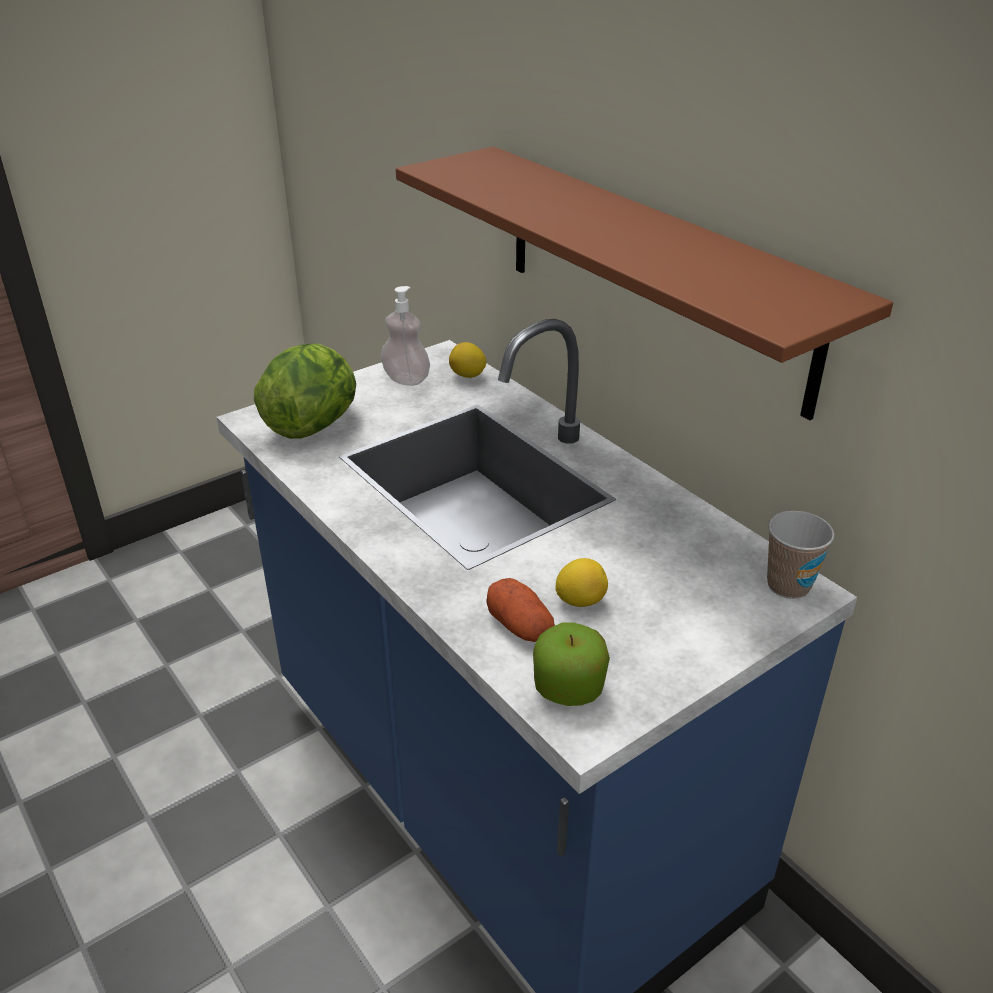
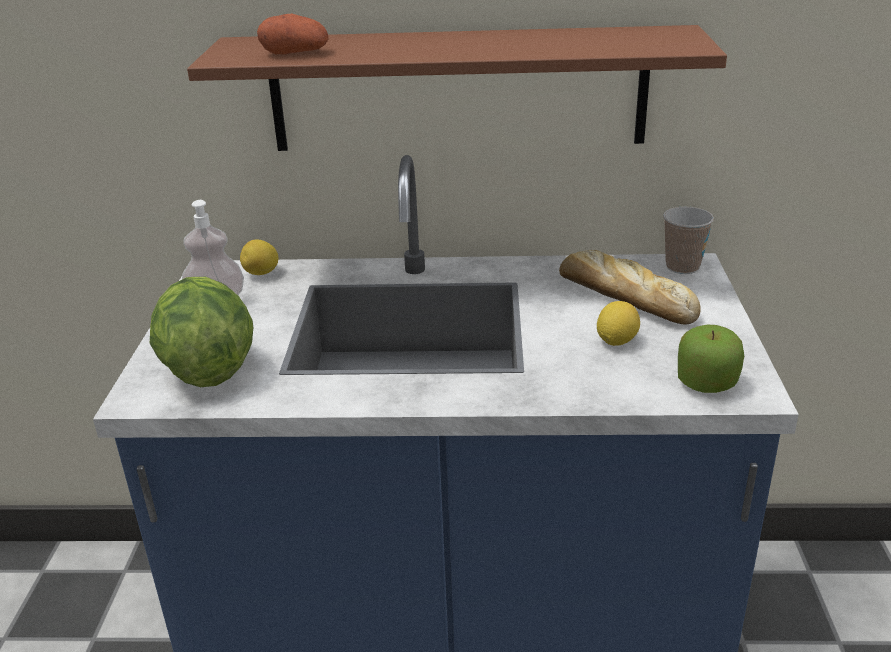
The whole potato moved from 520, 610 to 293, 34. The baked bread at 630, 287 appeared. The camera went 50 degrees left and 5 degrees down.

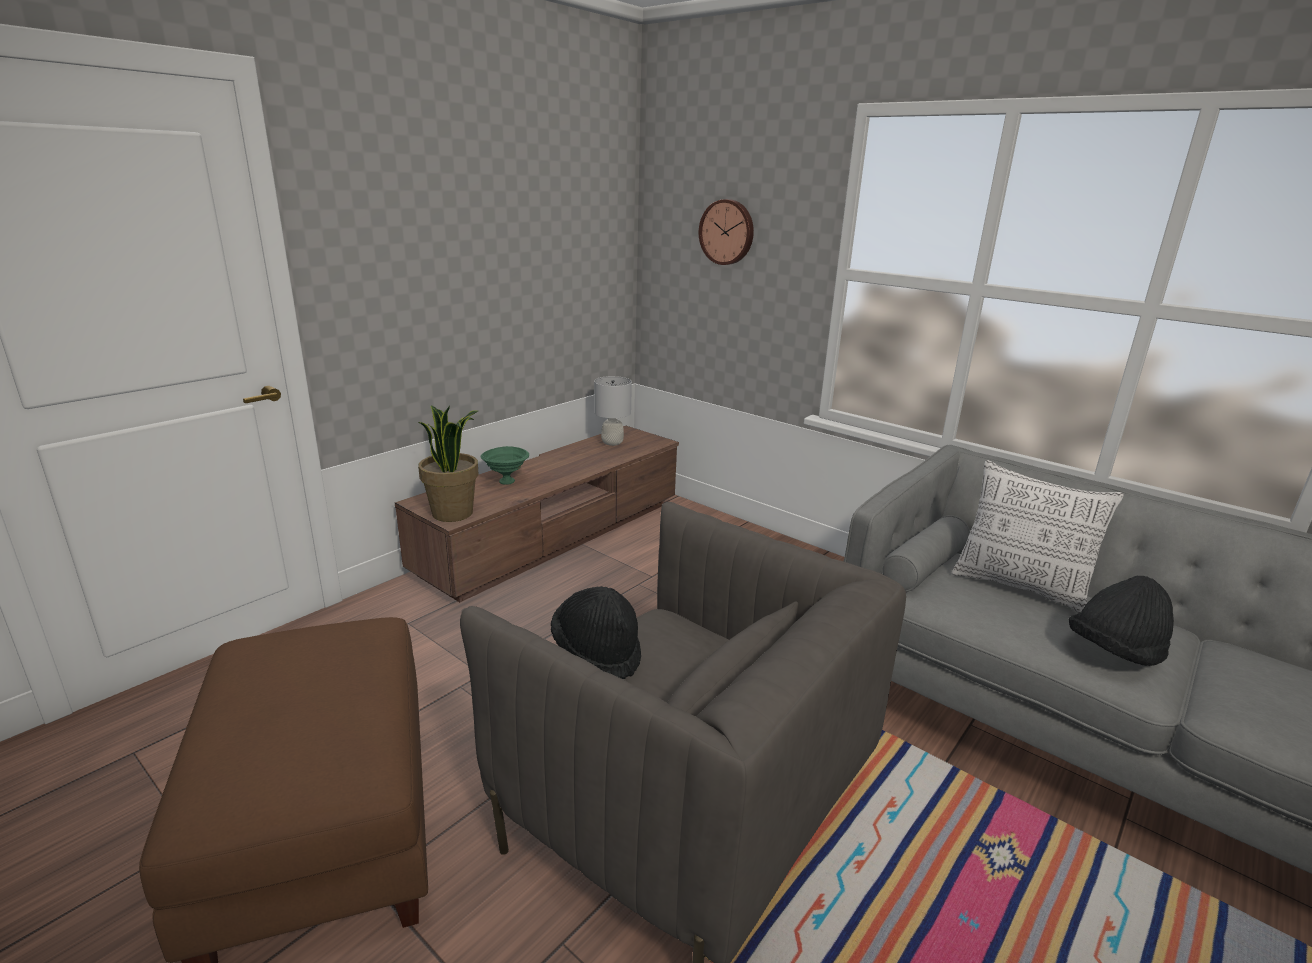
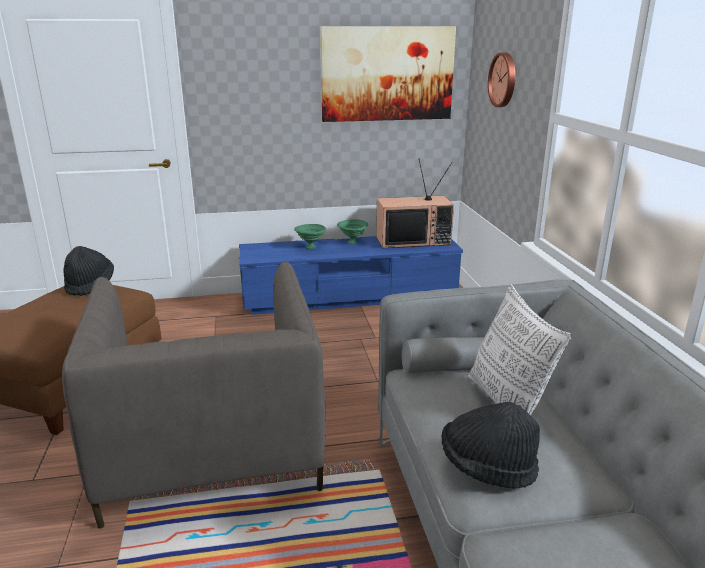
The clothing hat/black-coloured moved from 596, 632 to 88, 271. The tv stand/brown at 537, 514 became the tv stand/bluish at 351, 275. The wall art at 388, 74 appeared. The serving bowl/greenish at 352, 232 appeared. The lamp for a table/gray at 613, 411 was replaced by the TV at 415, 203. The plant in a pot at 448, 463 disappeared. The camera went 40 degrees right and 0 degrees up.

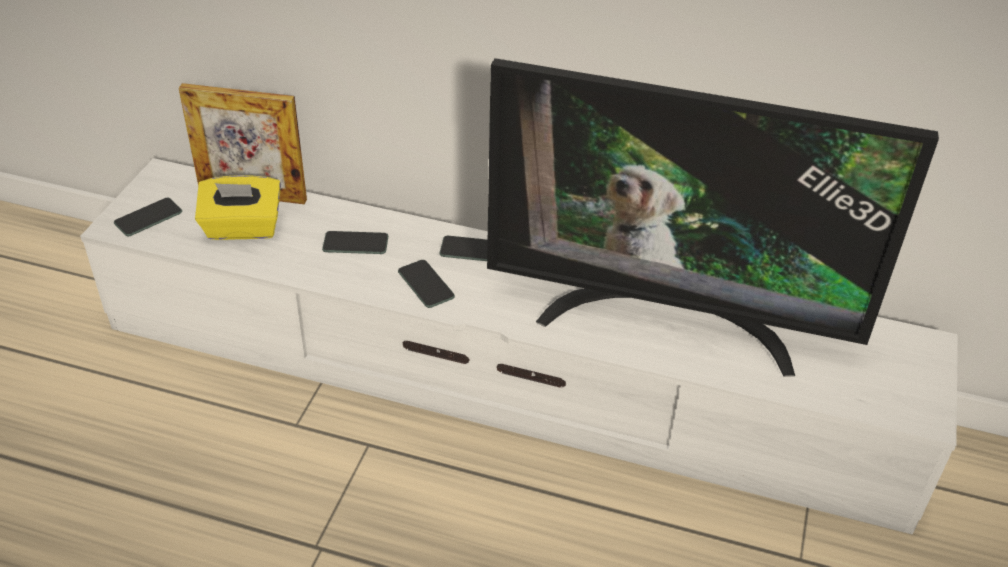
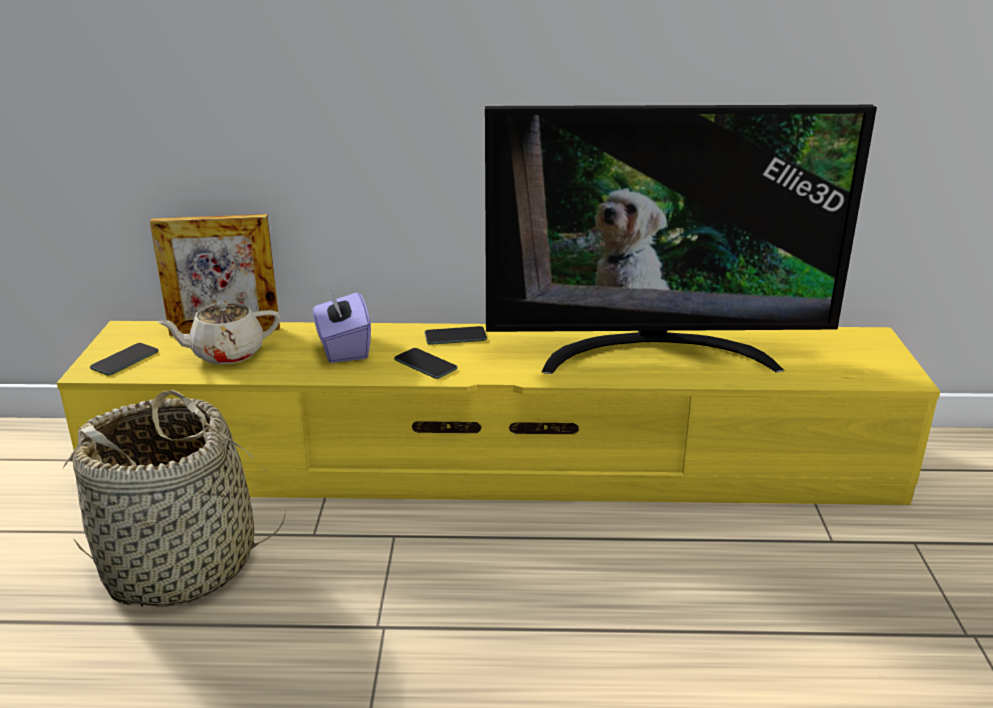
The tv stand/white-coloured at 519, 346 became the tv stand/yellowish at 499, 413. The basket at 174, 498 appeared. The tissue holder/yellowish at 238, 207 was replaced by the teapot/beige at 218, 332. The handset at 355, 242 was replaced by the tissue holder/purple-coloured at 342, 325. The camera went 15 degrees left and 15 degrees down.

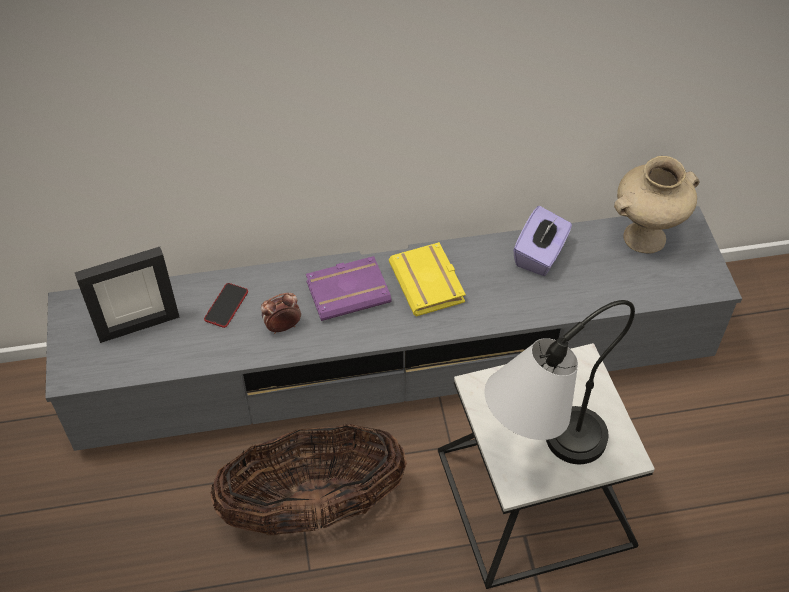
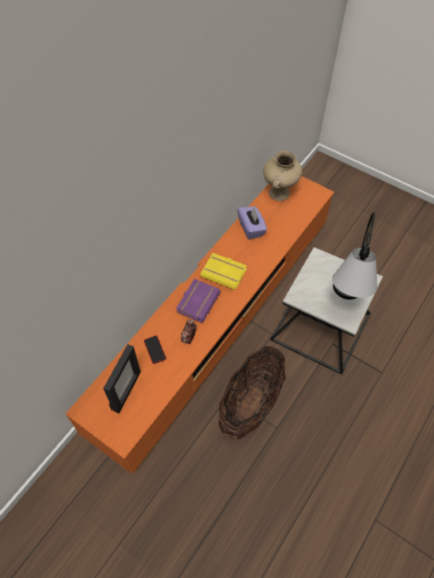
The tv stand/gray at 393, 328 became the tv stand/orangey at 199, 324. The camera went 45 degrees left and 5 degrees up.

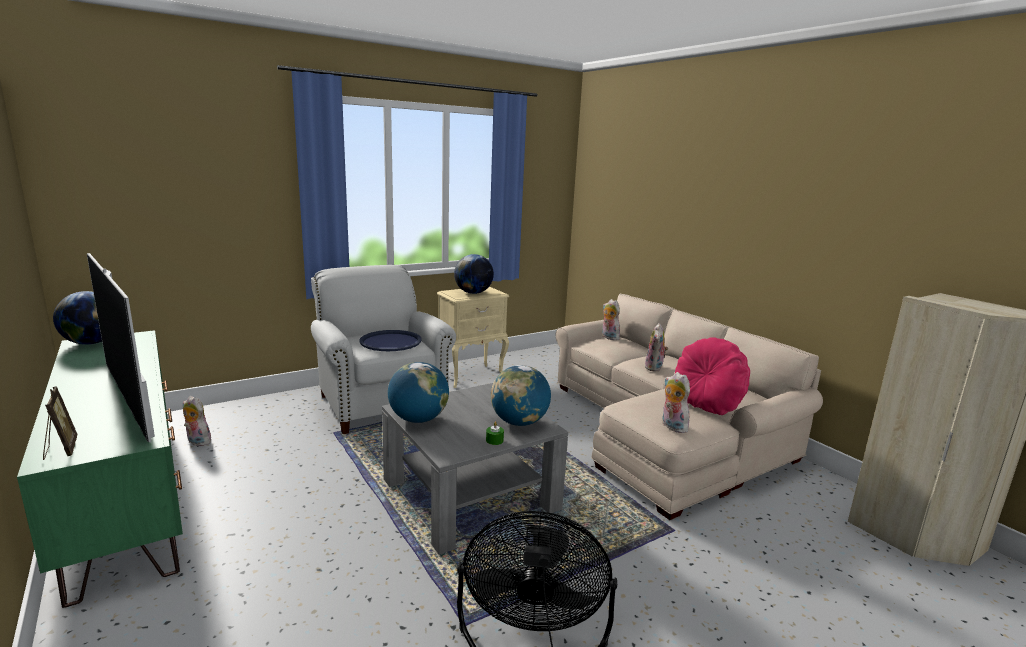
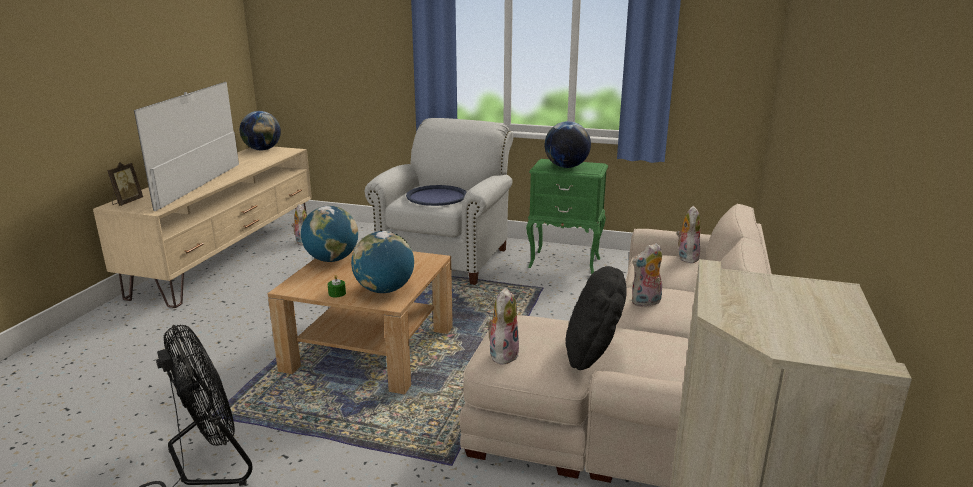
The tv stand/greenish at 100, 469 became the tv stand/beige at 202, 227. The low table/gray at 475, 469 became the low table/brown at 360, 320. The nightstand/beige at 473, 337 became the nightstand/greenish at 567, 216. The pillow/pinkish at 712, 376 became the pillow/black-coloured at 596, 318. The camera went 50 degrees right and 5 degrees up.

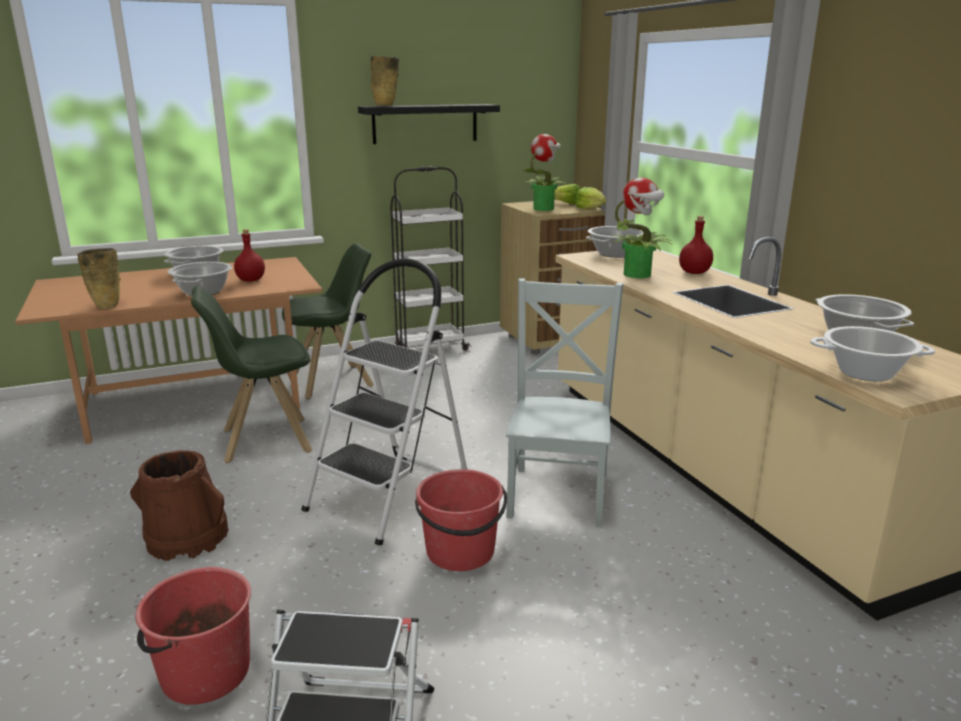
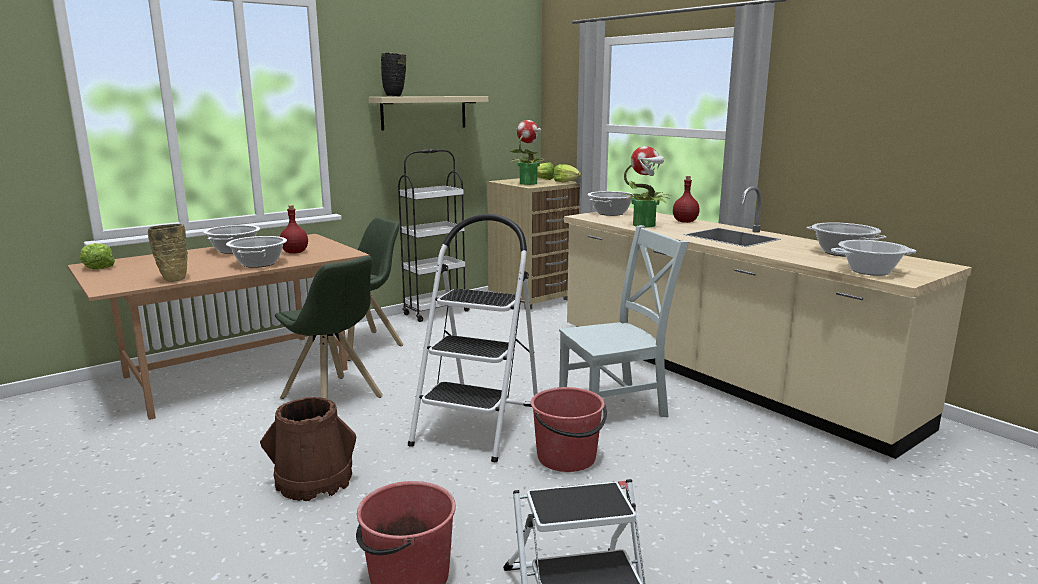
The lettuce at 97, 256 appeared. The plain chair/greenish at 251, 374 turned 105 degrees counterclockwise. The shelf/black-coloured at 429, 124 became the shelf/beige at 428, 113. The decorative vase/beige at 385, 81 became the decorative vase/black-coloured at 393, 74. The plain chair/gray at 564, 402 turned 75 degrees clockwise. The camera went 15 degrees left and 5 degrees down.

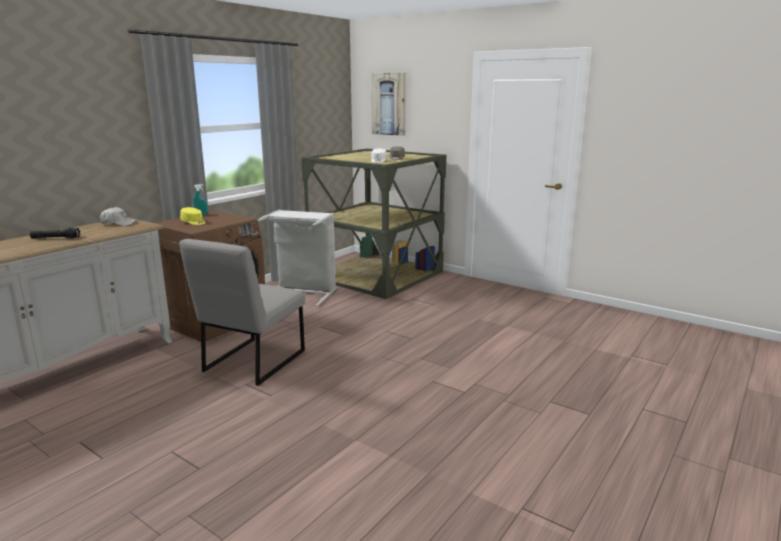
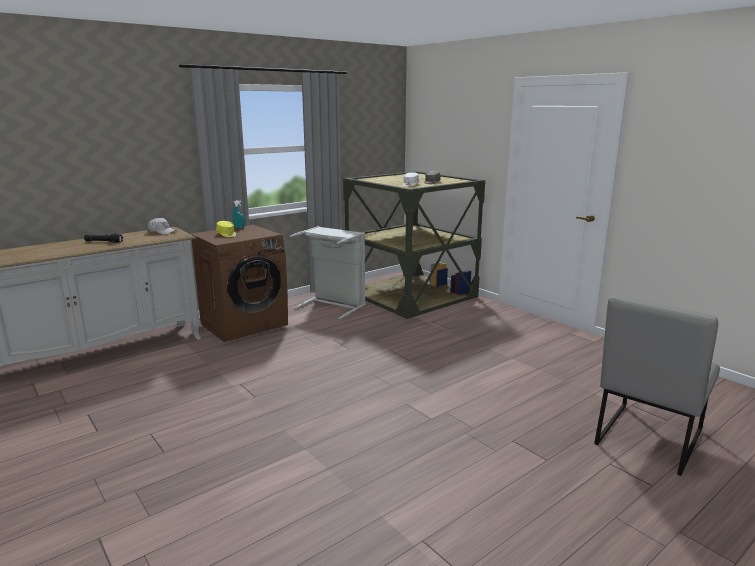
The plain chair/gray moved from 242, 312 to 657, 386. The wall art at 388, 104 disappeared. The camera went 15 degrees right and 0 degrees up.

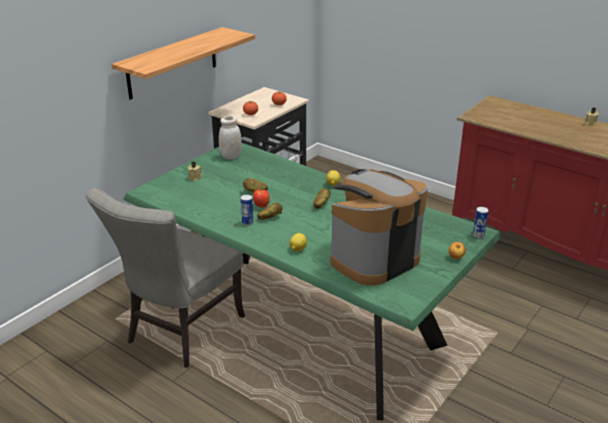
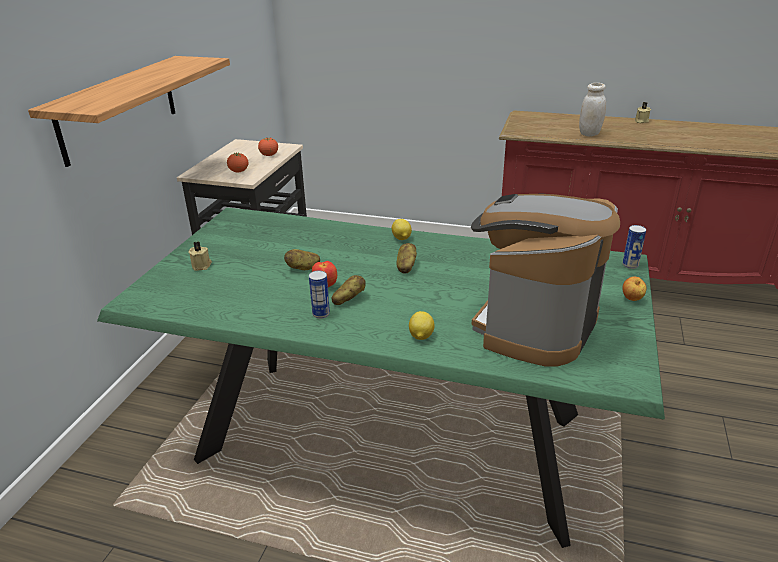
The storage jar/white-coloured moved from 230, 137 to 592, 110. The plain chair/gray at 165, 277 disappeared. The camera went 20 degrees left and 0 degrees up.

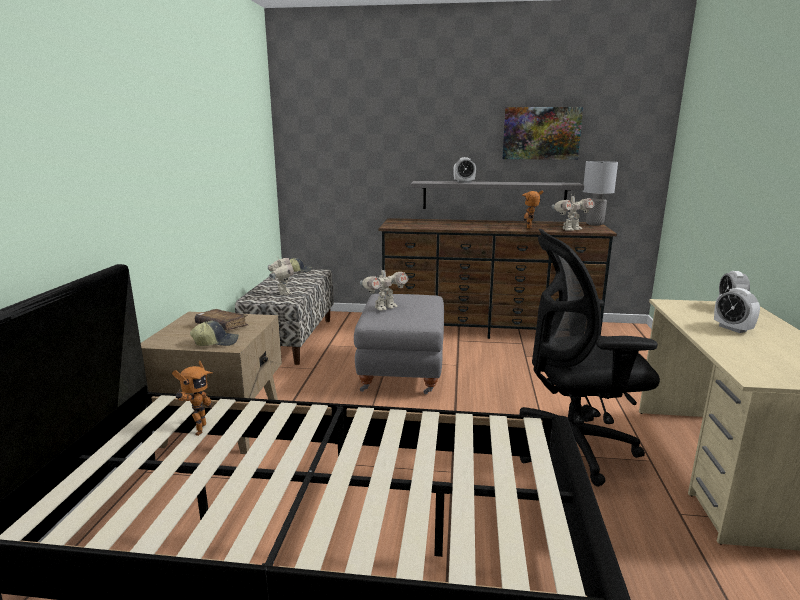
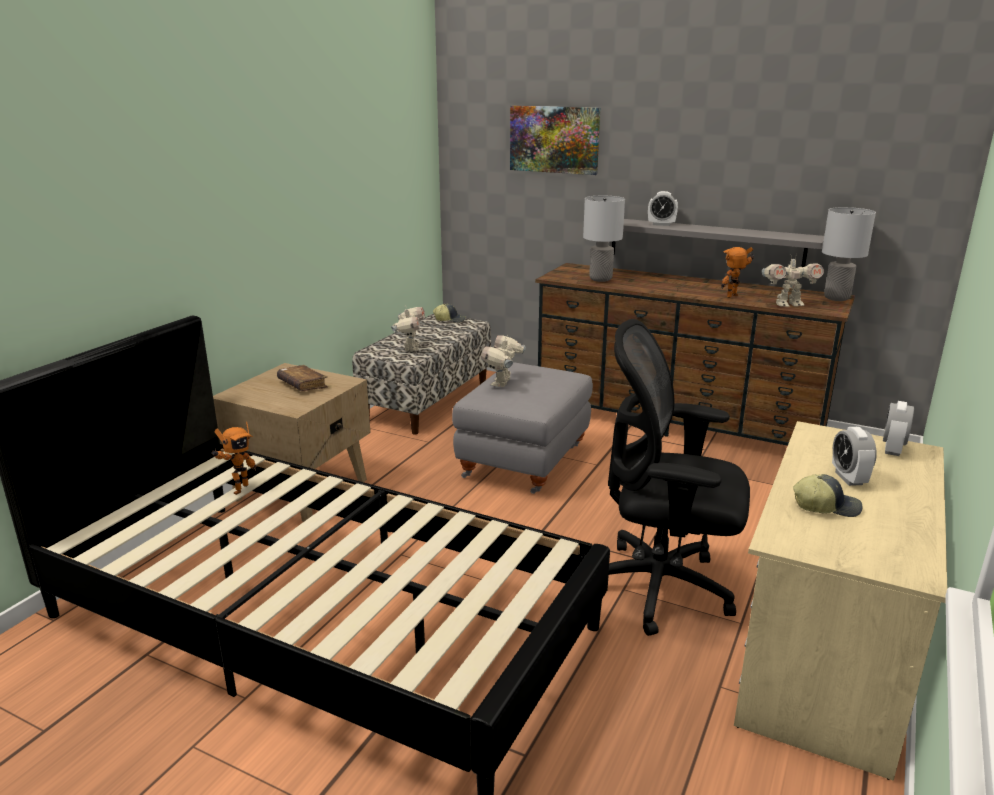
The model robot at 384, 288 turned 120 degrees clockwise. The wall art moved from 542, 133 to 555, 140. The lamp for a table/gray at 604, 239 appeared. The baseball cap moved from 214, 333 to 827, 495. The camera went 20 degrees right and 5 degrees up.

